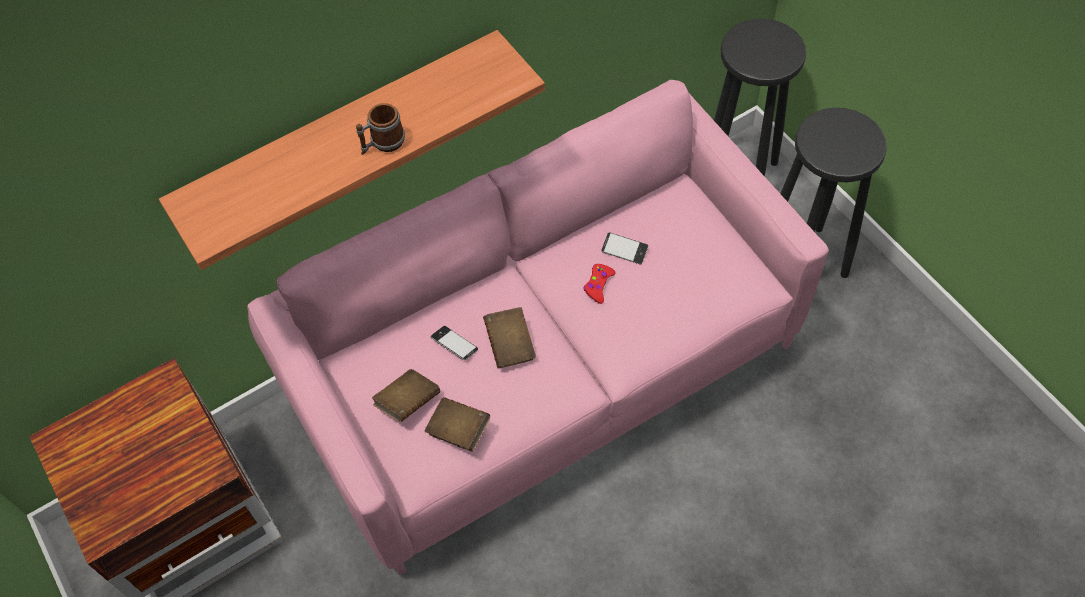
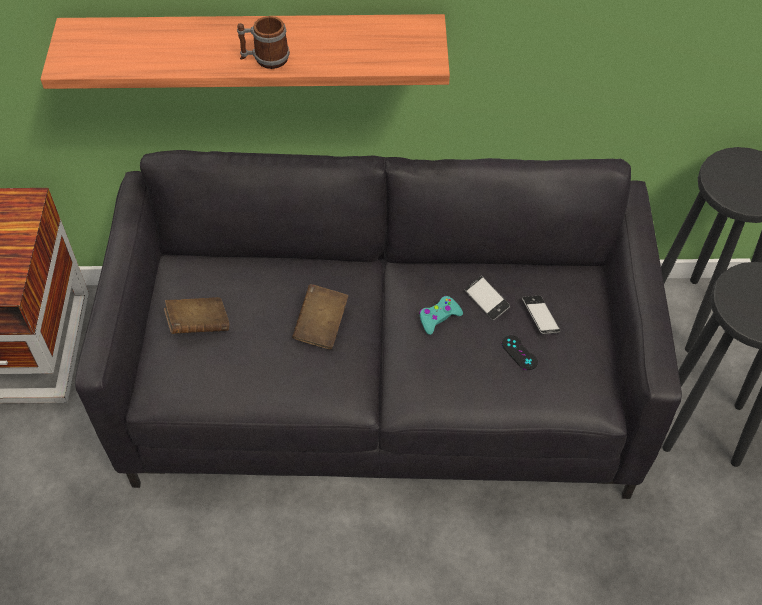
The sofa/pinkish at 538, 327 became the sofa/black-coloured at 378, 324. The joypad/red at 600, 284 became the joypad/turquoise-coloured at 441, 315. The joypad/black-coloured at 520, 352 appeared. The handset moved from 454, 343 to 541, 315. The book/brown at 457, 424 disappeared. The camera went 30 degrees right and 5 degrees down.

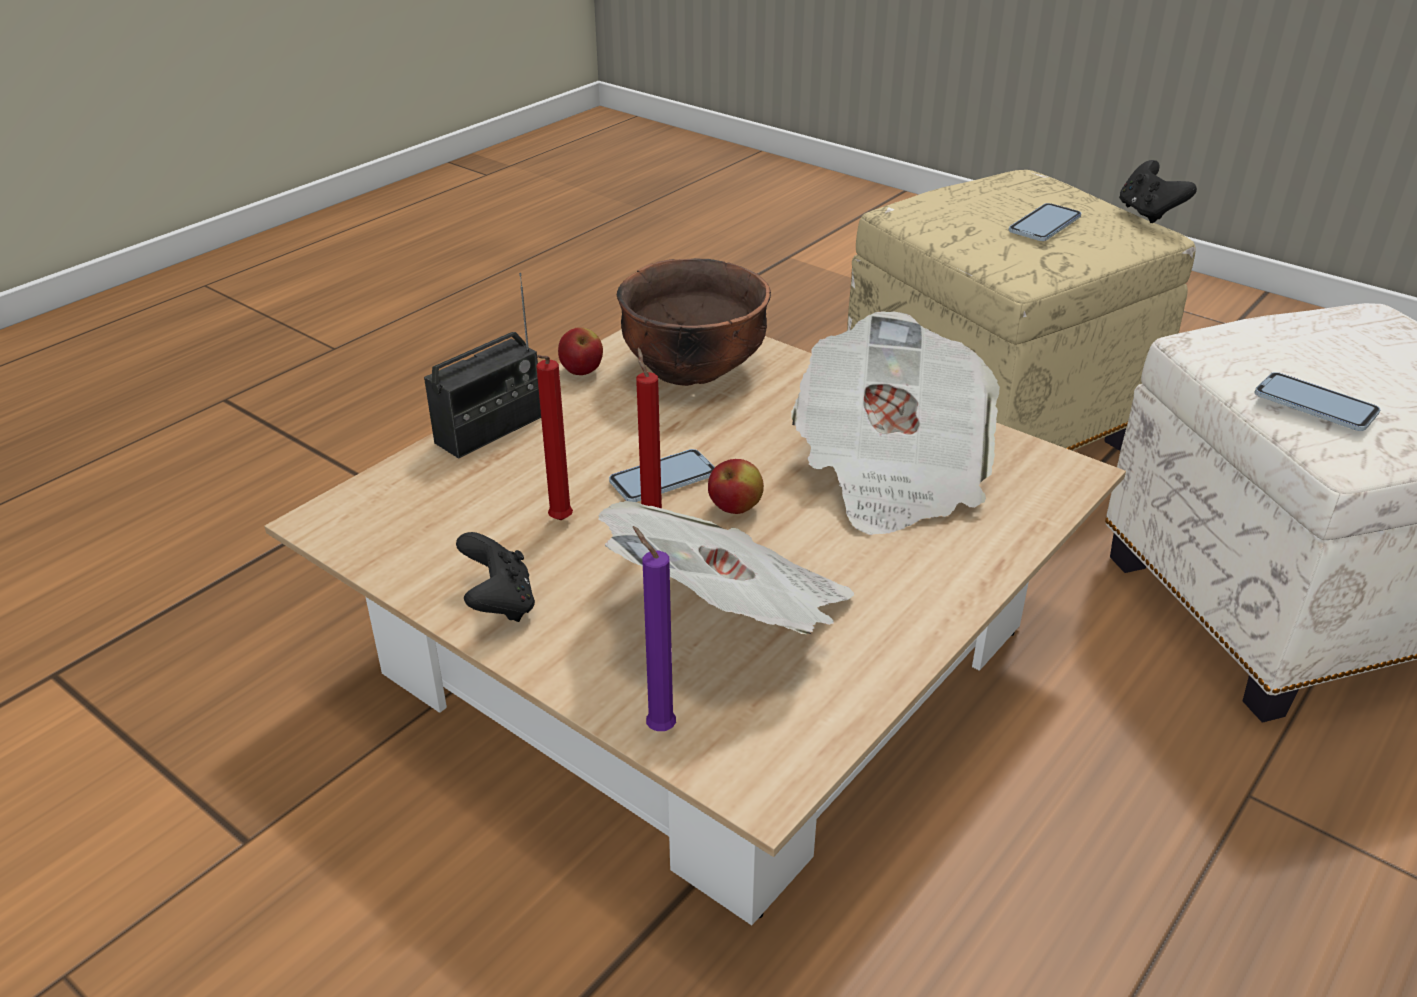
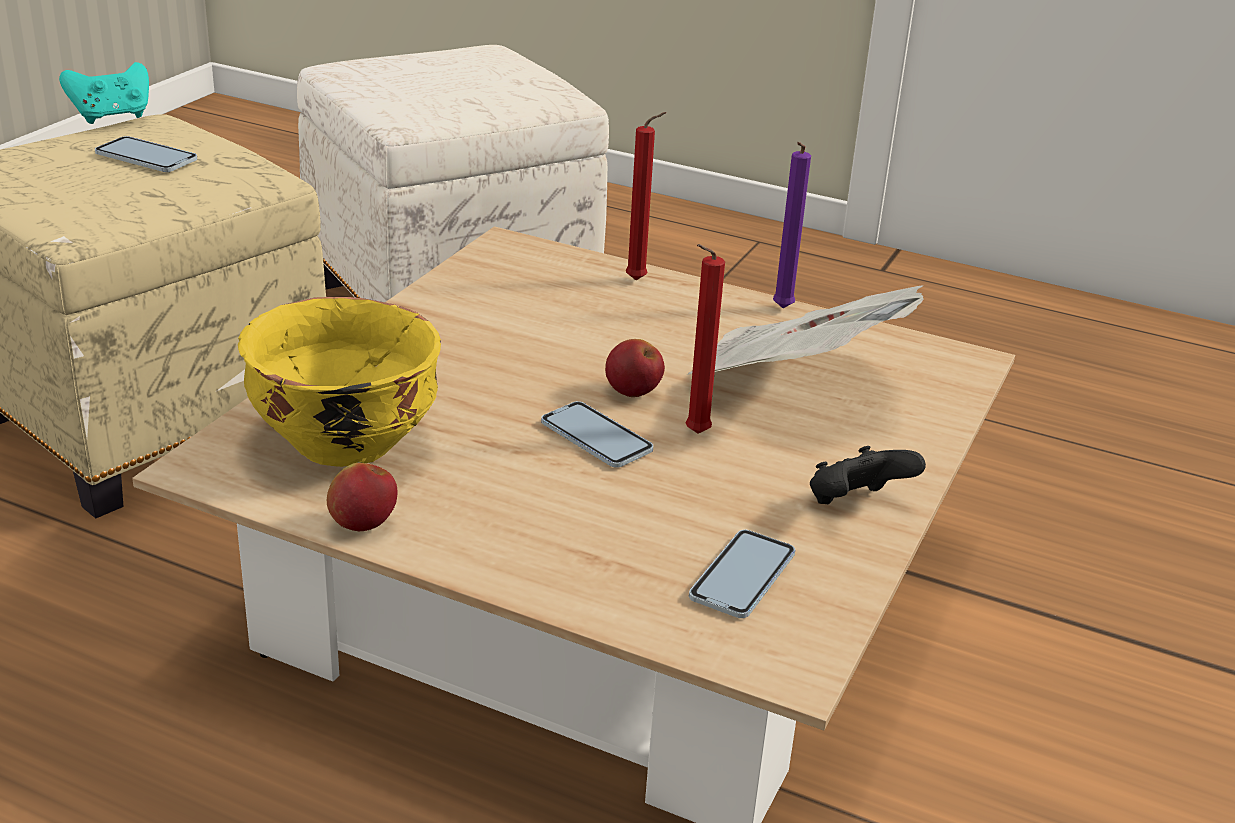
The joypad/black-coloured at 1158, 191 became the joypad/turquoise-coloured at 104, 93. The serving bowl/brown at 694, 322 became the serving bowl/yellowish at 339, 382. The candle/red moved from 554, 437 to 646, 196. The handset moved from 1318, 401 to 742, 574. The candle/purple-coloured moved from 654, 628 to 792, 225. The radio at 482, 366 disappeared. The printed paper at 895, 423 disappeared. The camera went 105 degrees left and 5 degrees down.

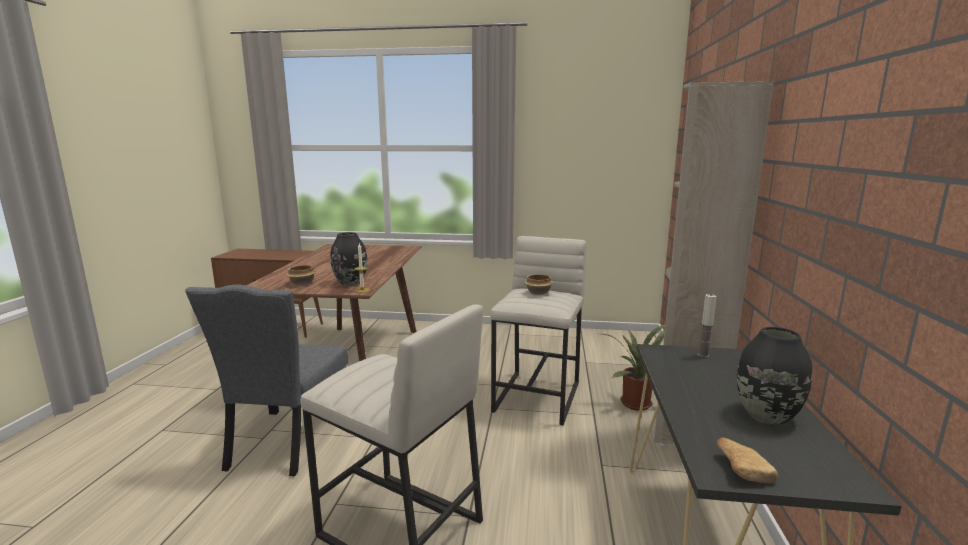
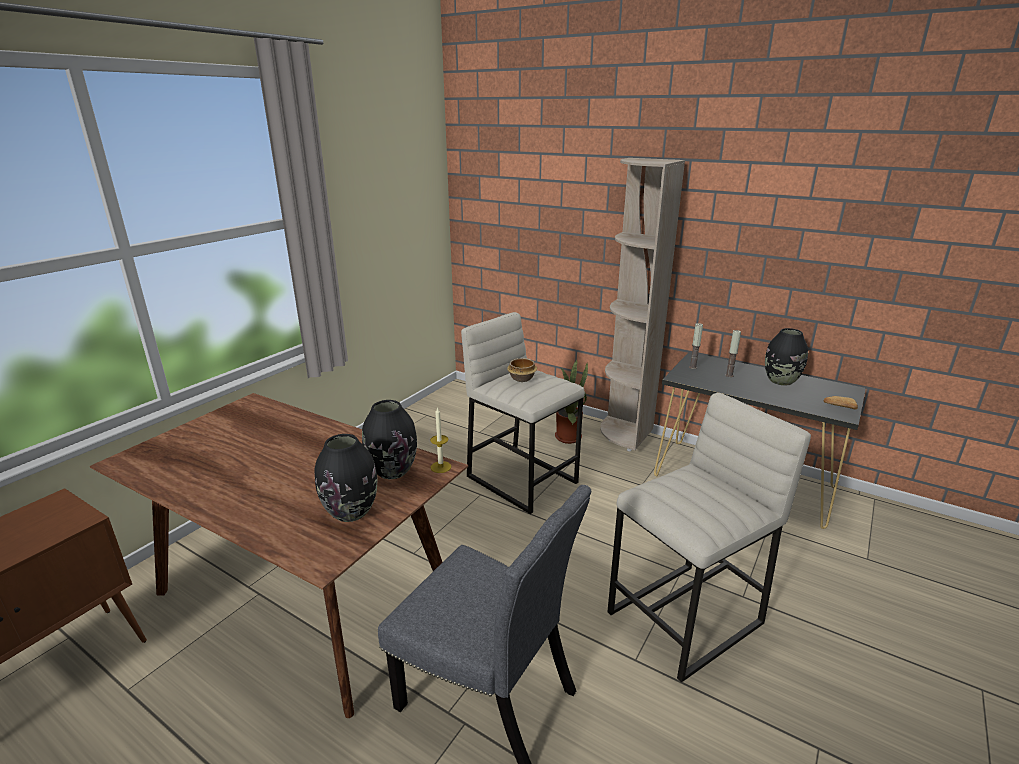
The serving bowl at 301, 275 was replaced by the decorative vase/black-coloured at 346, 478. The candle at 733, 353 appeared. The camera went 65 degrees left and 10 degrees up.

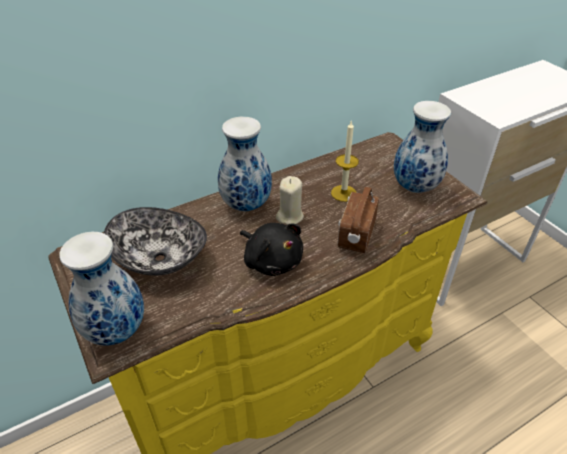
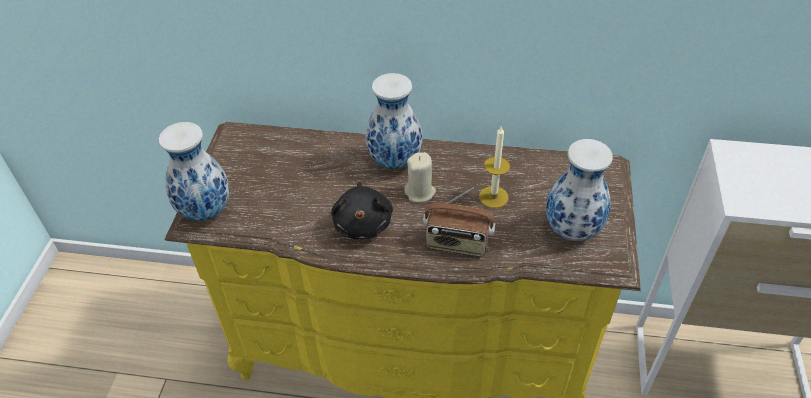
The radio at 358, 220 turned 135 degrees counterclockwise. The serving bowl at 155, 241 disappeared. The camera went 40 degrees right and 5 degrees up.

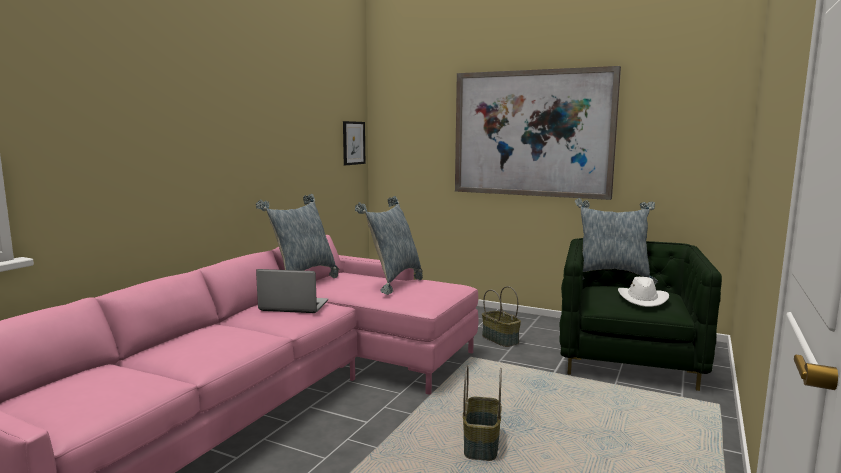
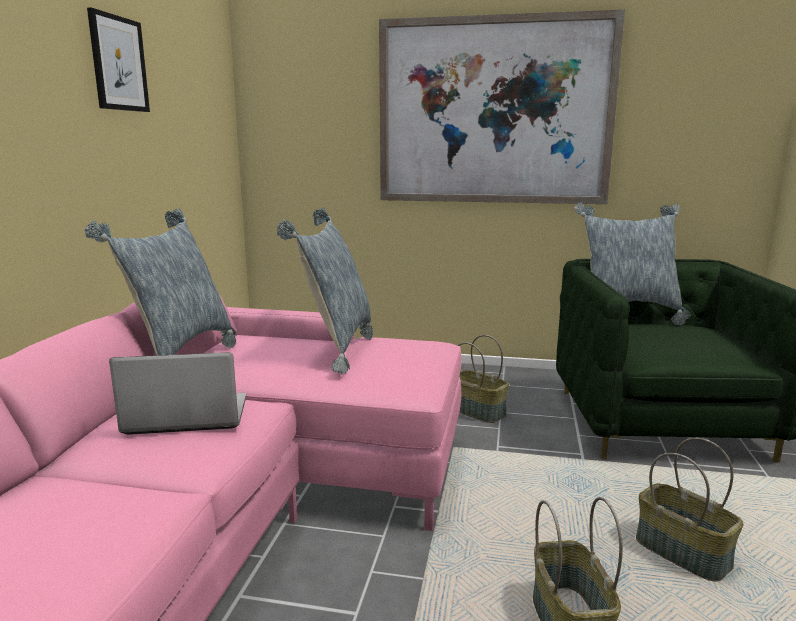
The wall art moved from 354, 143 to 118, 60. The basket at 690, 510 appeared. The clothing hat/white-coloured at 643, 292 disappeared. The camera went 15 degrees left and 5 degrees up.

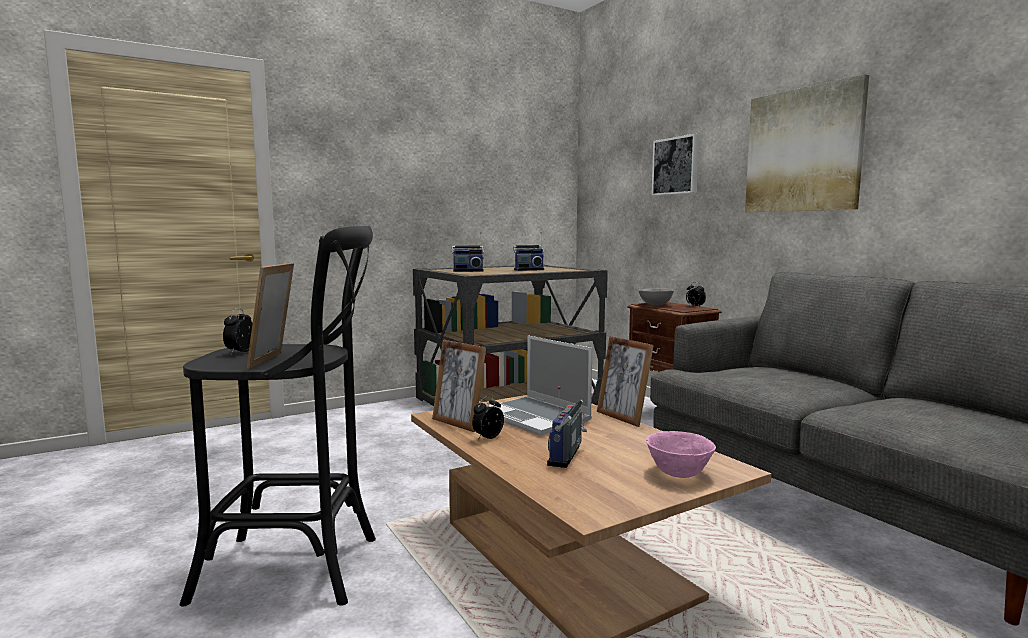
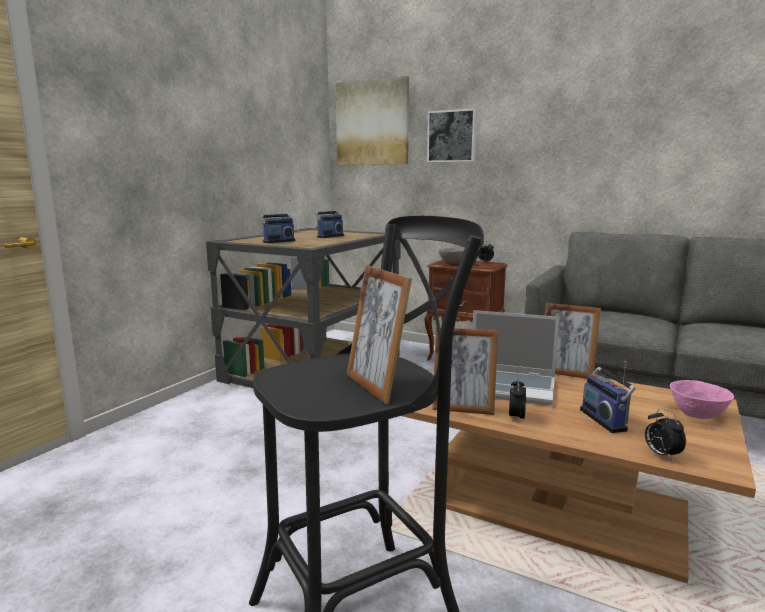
The wall art moved from 807, 143 to 372, 120. The bedside clock moved from 238, 331 to 665, 434. The camera went 30 degrees left and 5 degrees up.

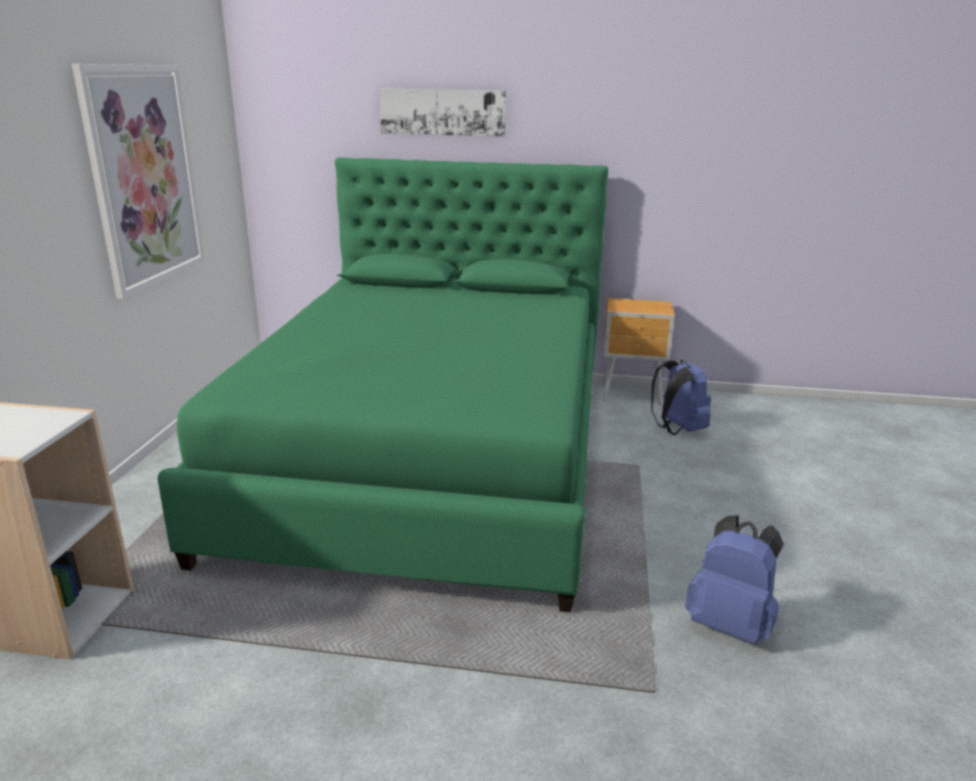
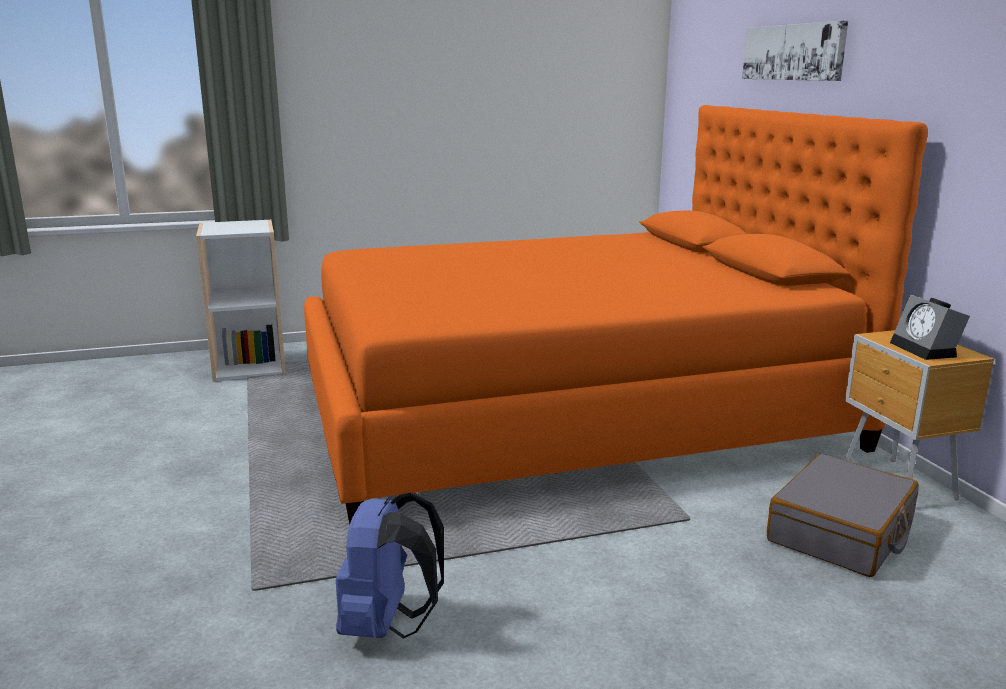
The bedroom bed/greenish at 382, 385 became the bedroom bed/orangey at 616, 314. The rucksack/bluish at 681, 397 was replaced by the travel case/gray at 843, 515. The bedside clock at 930, 327 appeared. The wall art at 138, 181 disappeared. The camera went 65 degrees right and 5 degrees down.

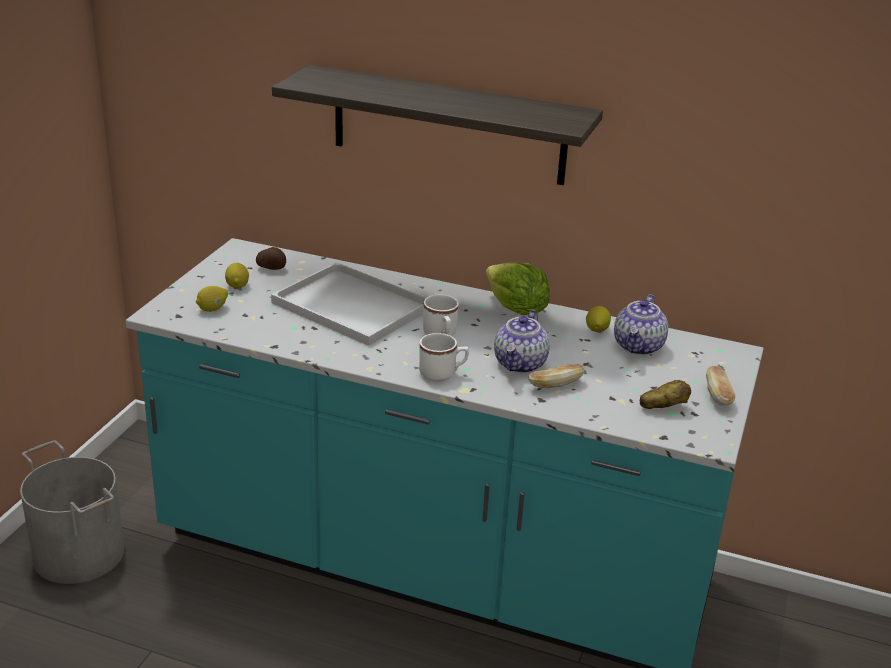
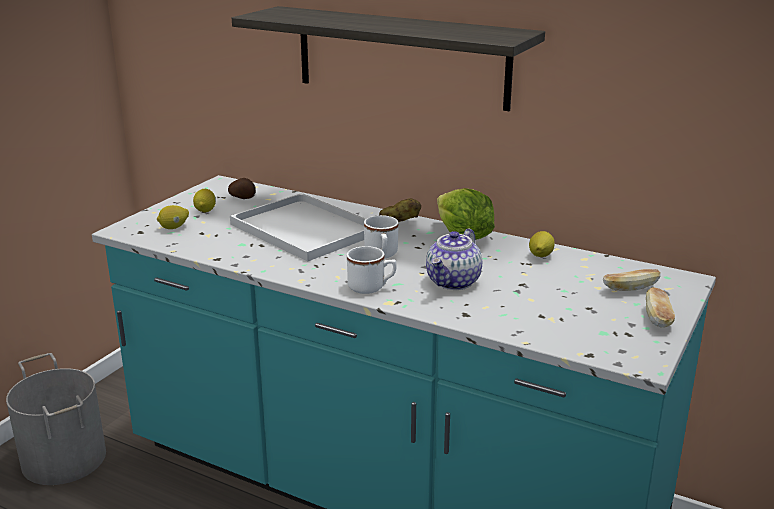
The whole potato moved from 665, 394 to 400, 210. The baked bread moved from 556, 376 to 631, 280. The teapot at 641, 324 disappeared. The camera went 10 degrees right and 5 degrees down.

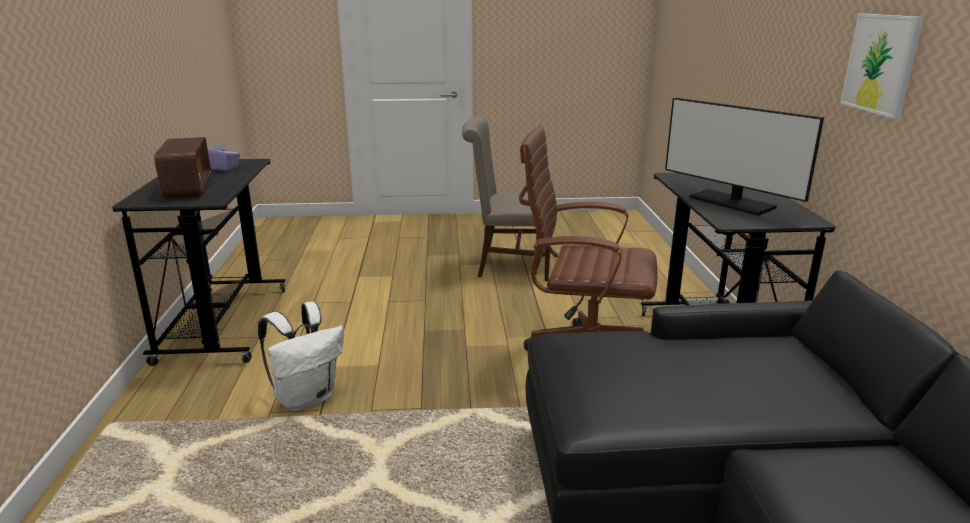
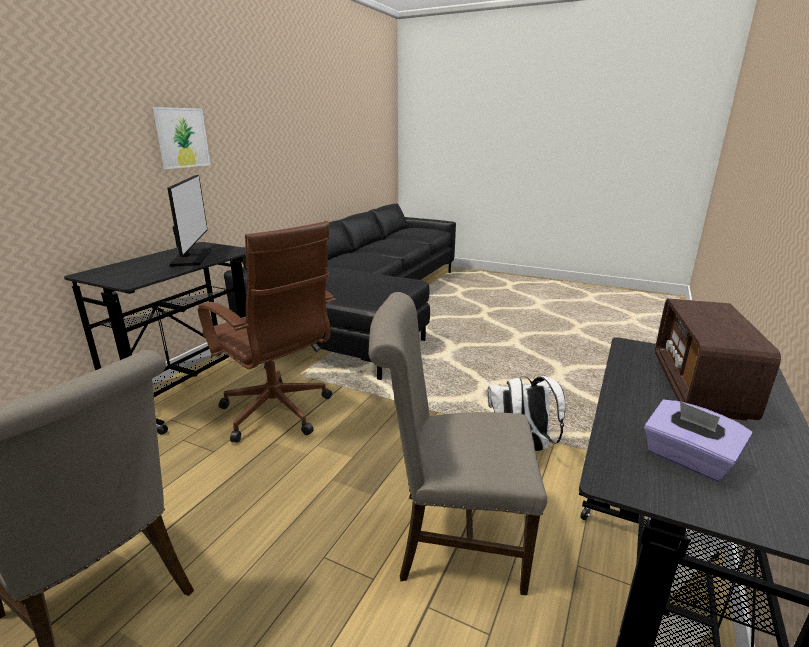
The plain chair/beige at 458, 443 appeared. The camera went 150 degrees left and 0 degrees up.

